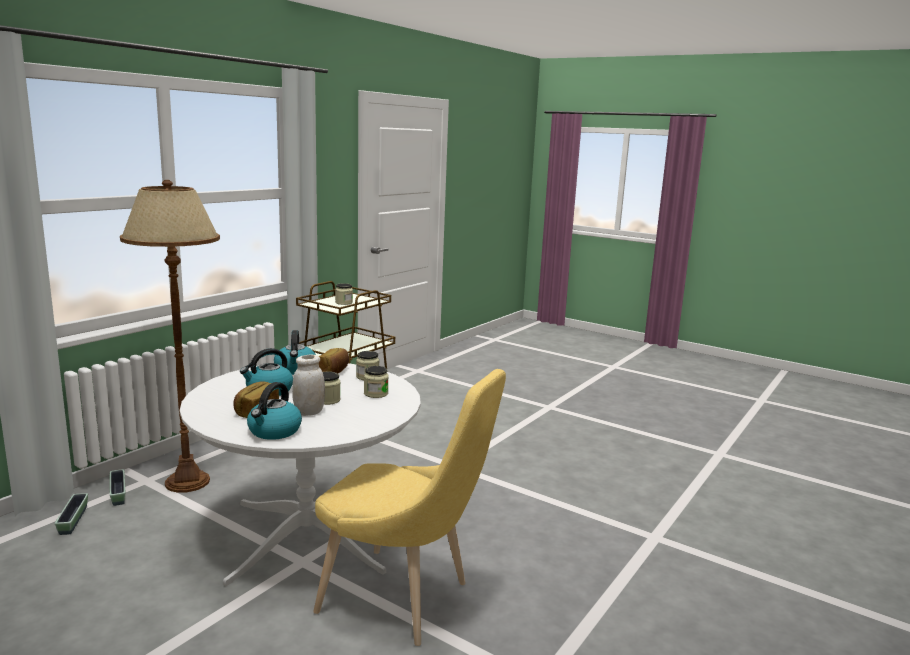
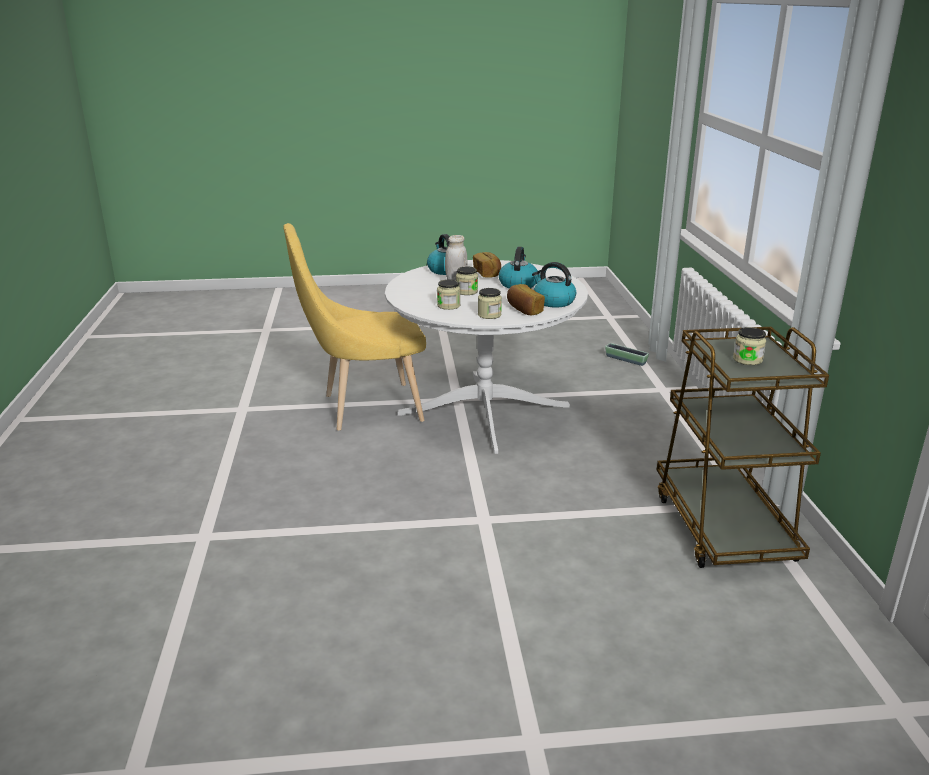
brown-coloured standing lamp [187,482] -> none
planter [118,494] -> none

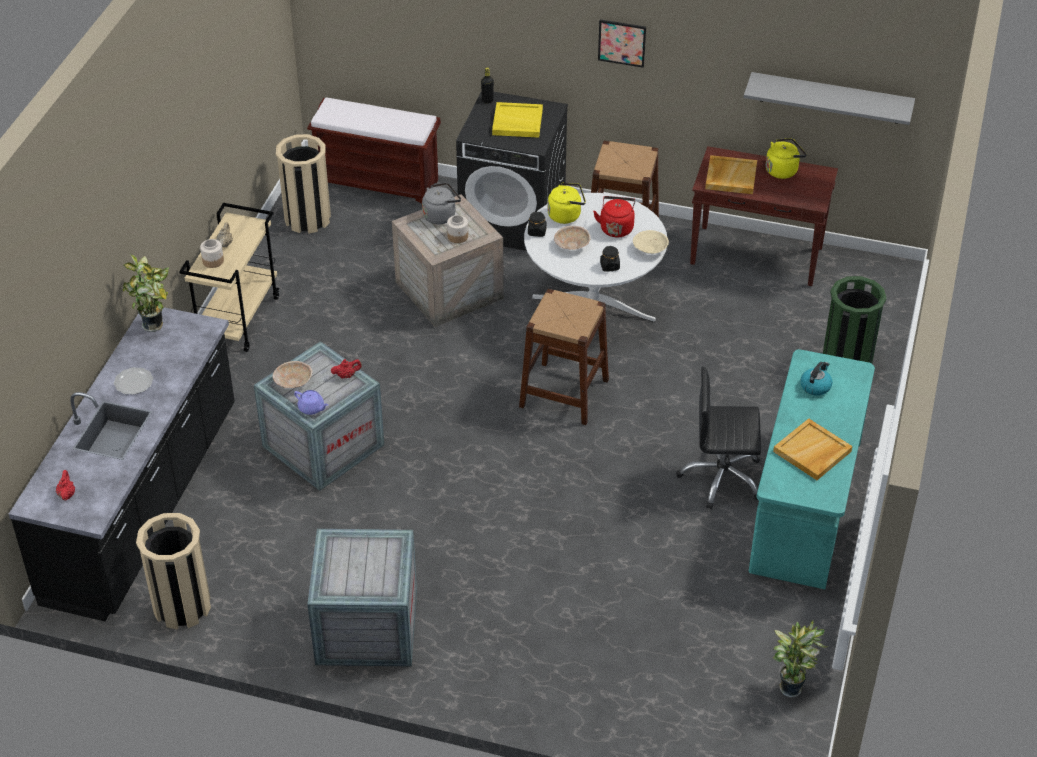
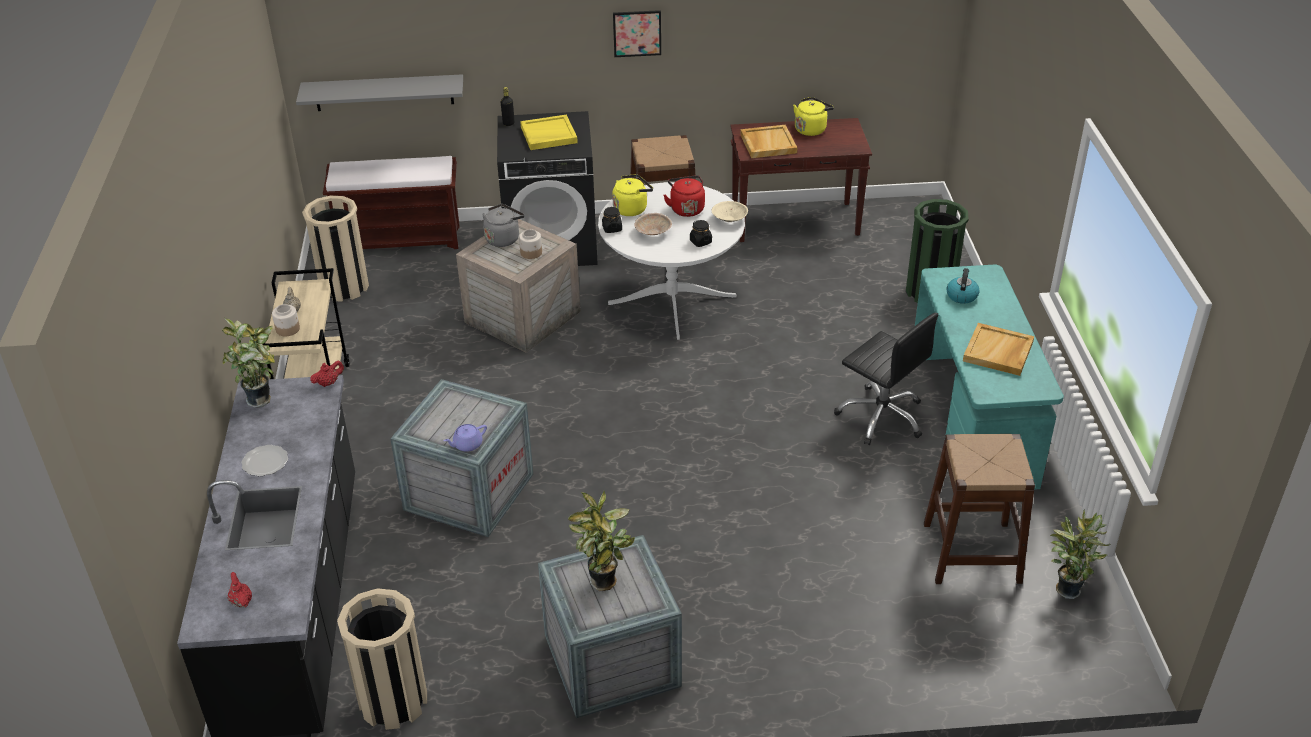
greyish bracket shelf [830,98] -> greyish bracket shelf [384,92], move
brown-coloured stool [564,393] -> brown-coloured stool [971,552], move
red teapot [346,375] -> red teapot [329,383], move
sand-coloured serving bowl [292,382] -> none
black-coloured computer chair [721,478] -> black-coloured computer chair [881,416], 120 degrees counterclockwise
purple-coloured teapot [312,408] -> purple-coloured teapot [467,445], 135 degrees clockwise
none -> potted plant [604,584]

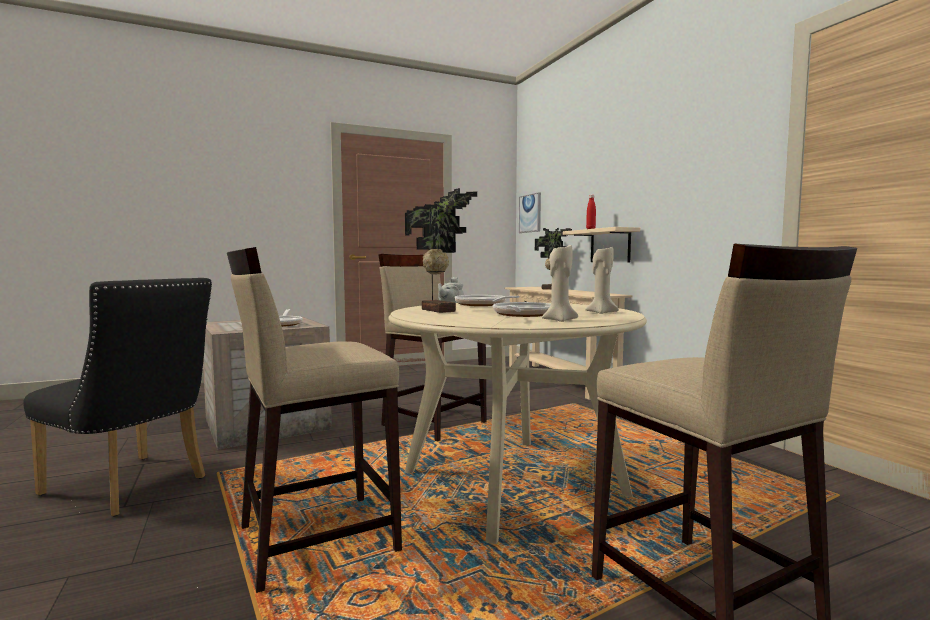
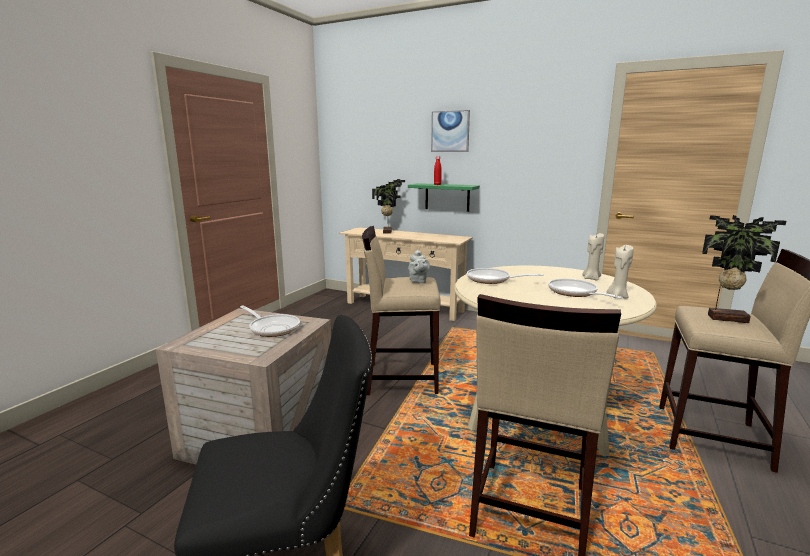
potted plant [440,310] -> potted plant [725,318], move
wall art [530,213] -> wall art [450,131], move
sand-coloured bracket shelf [610,246] -> green bracket shelf [447,197]

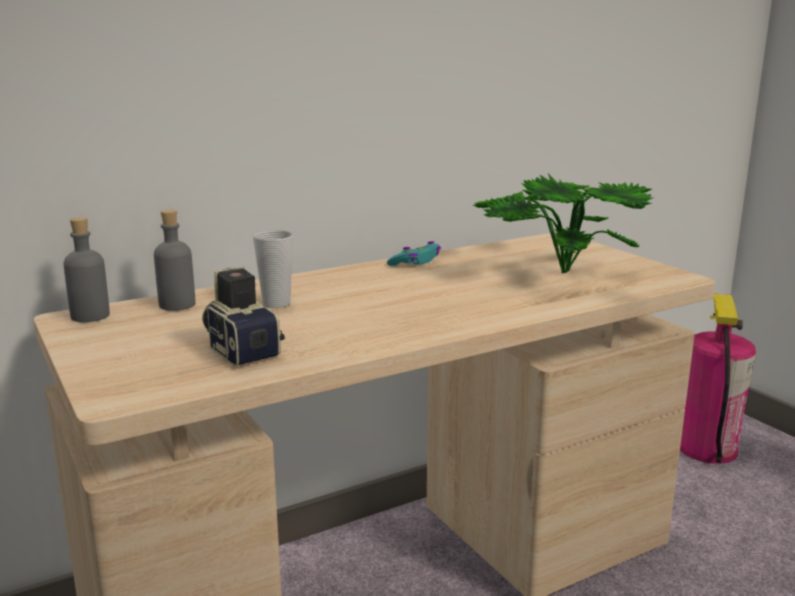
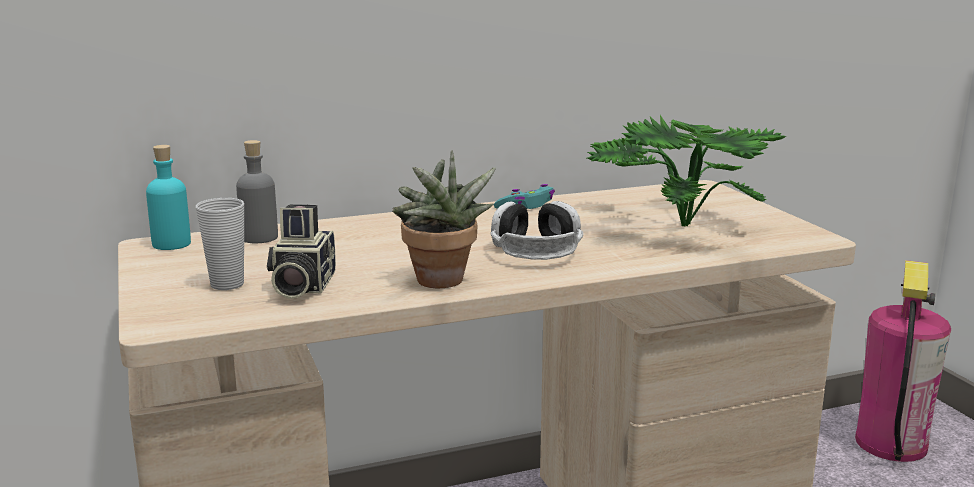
greyish bottle [90,316] -> turquoise-coloured bottle [171,244]
cup [276,303] -> cup [227,284], move
photo camera [241,349] -> photo camera [300,286], 150 degrees counterclockwise
none -> potted plant [442,283]
none -> headphones [536,252]

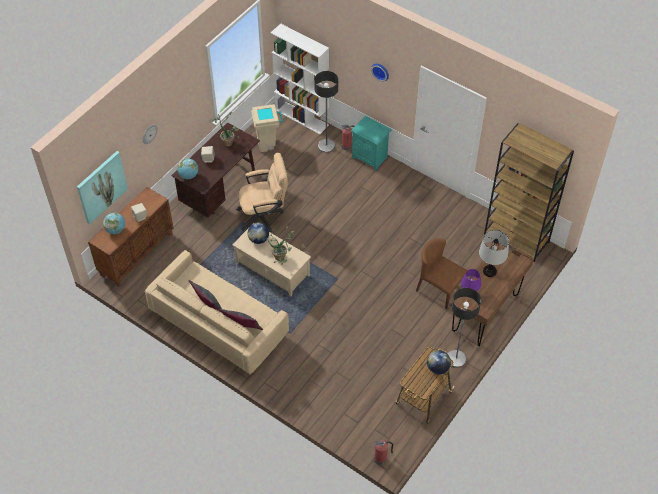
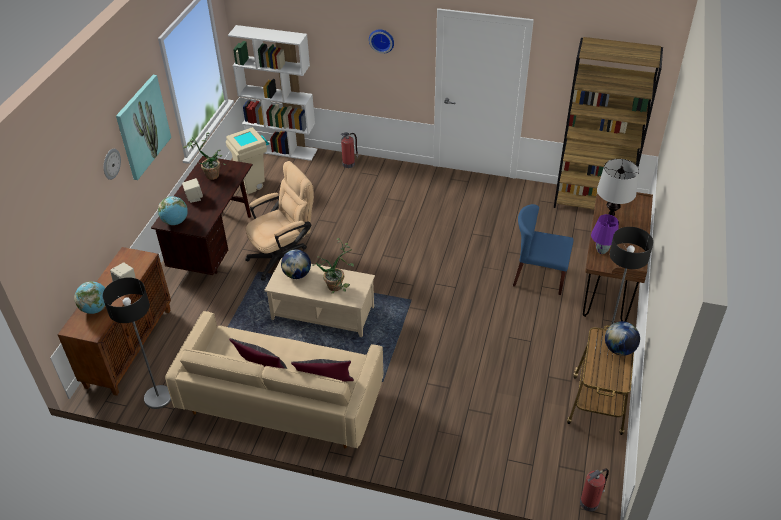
standing lamp [326,146] -> standing lamp [158,397], move
turquoise-coloured night table [370,157] -> none
wall art [101,186] -> wall art [142,127], move
brown-coloured chair [439,289] -> blue-coloured chair [539,276]

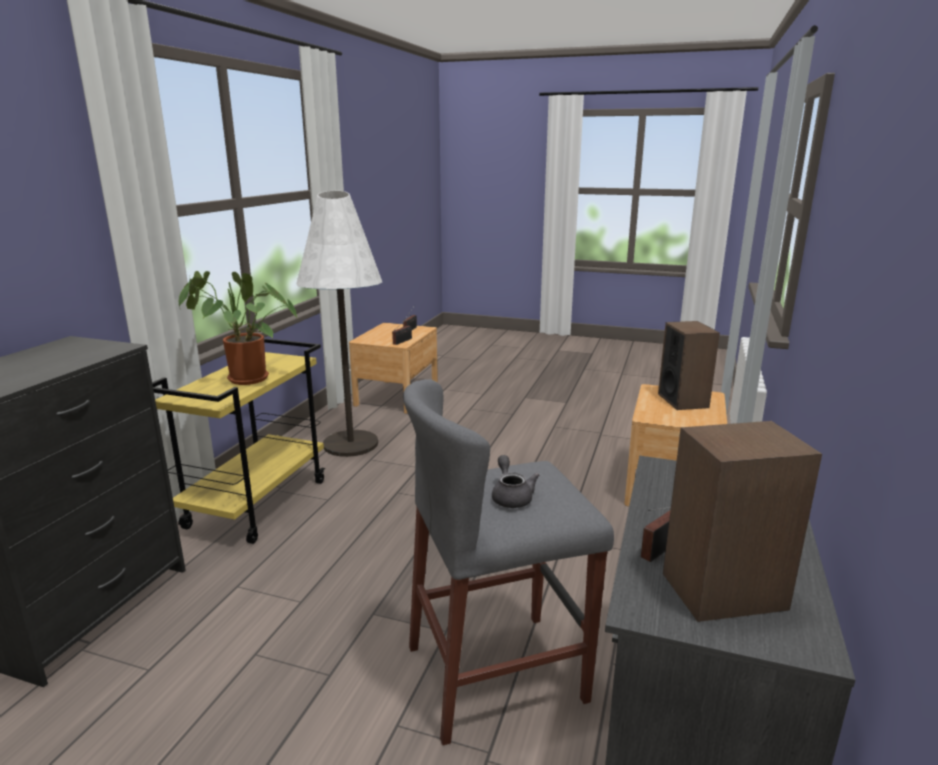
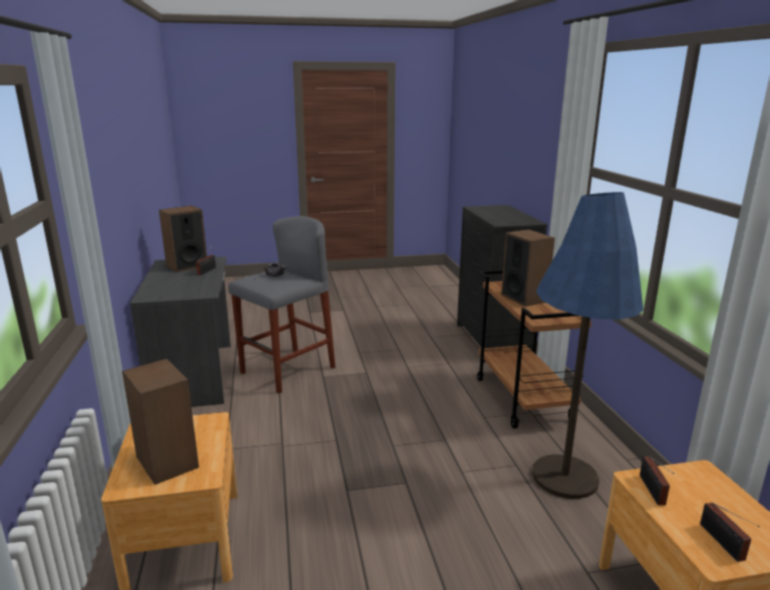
whitish standing lamp [350,444] -> blue-coloured standing lamp [565,477]
potted plant [243,380] -> speaker [524,298]
yellowish wheeled cart [257,503] -> brown-coloured wheeled cart [524,400]

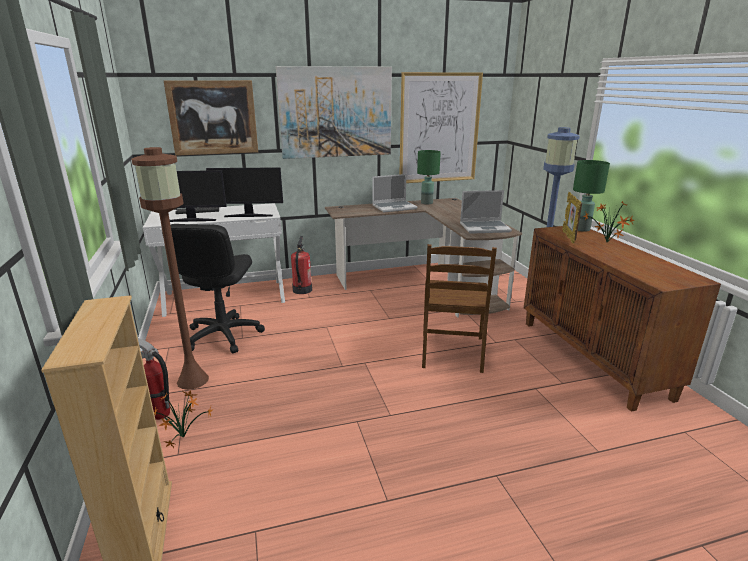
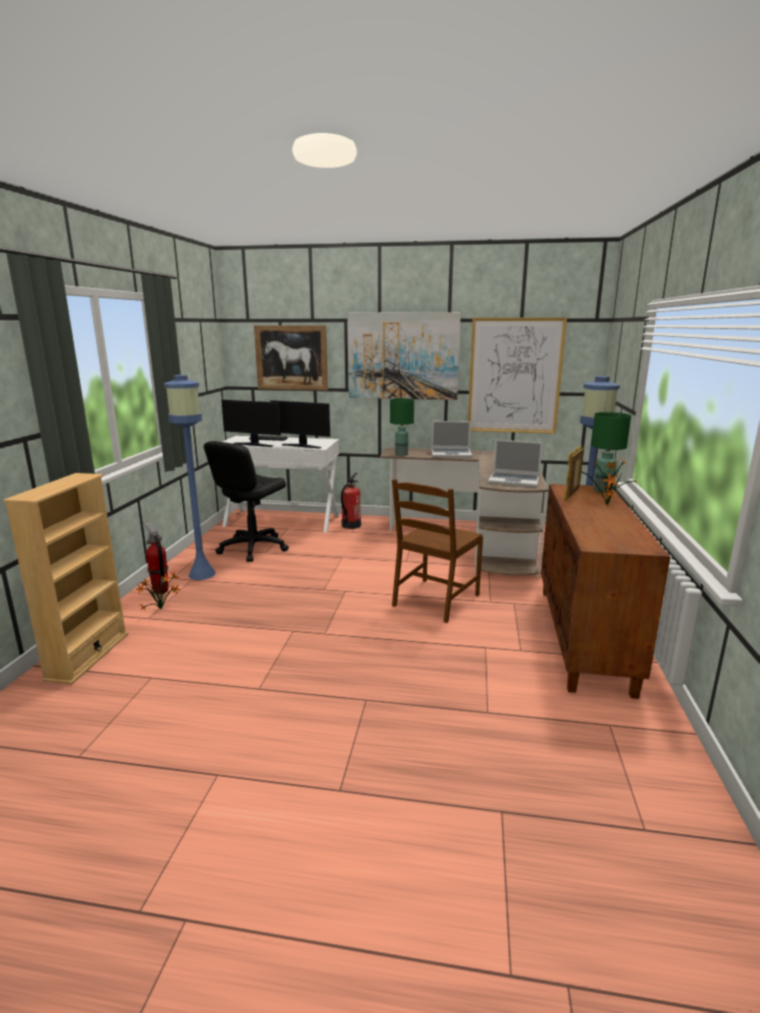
brown-coloured standing lamp [192,380] -> blue-coloured standing lamp [201,574]
green tabletop lamp [426,203] -> green tabletop lamp [401,454], move

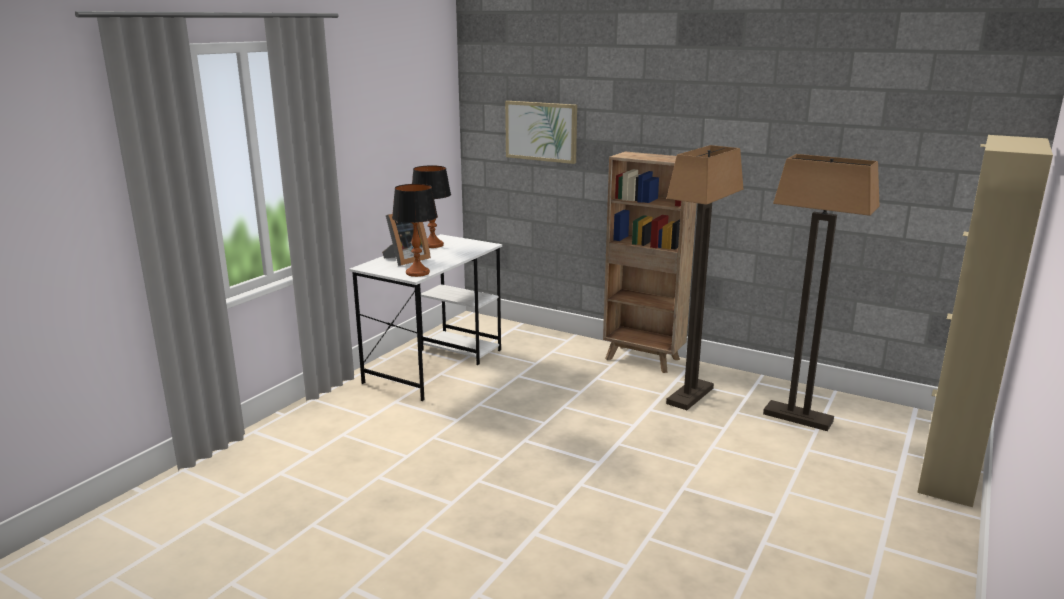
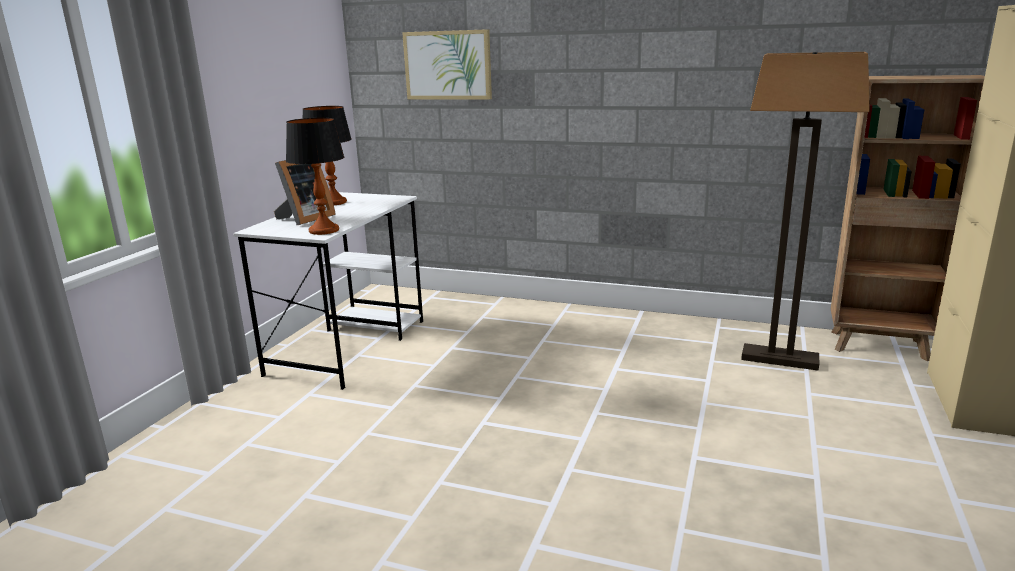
standing lamp [690,395] -> none
brown-coloured bookshelf [643,359] -> brown-coloured bookshelf [881,346], move

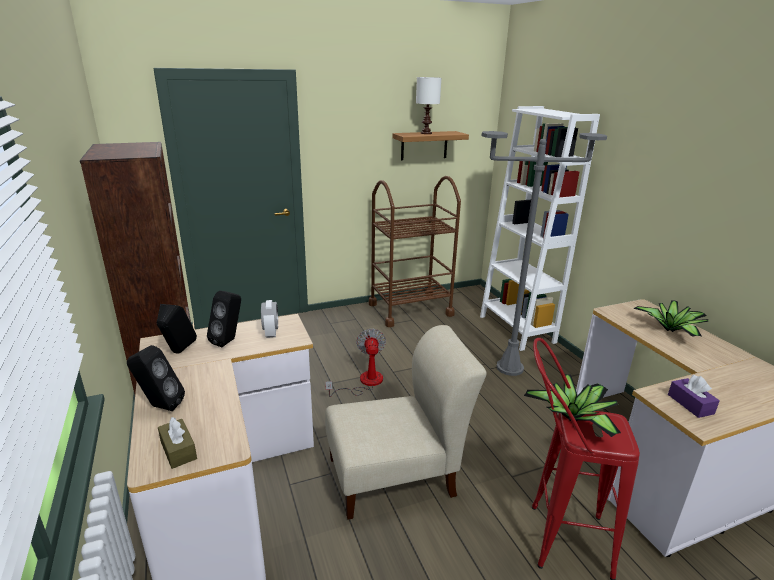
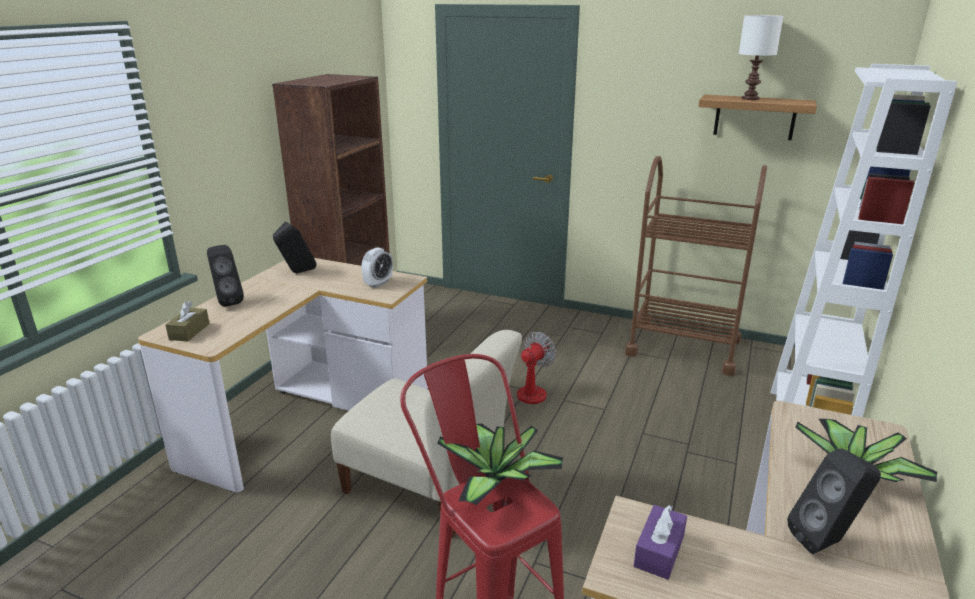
greyish standing lamp [509,368] -> none
black-coloured speaker [229,341] -> black-coloured speaker [826,541], move

